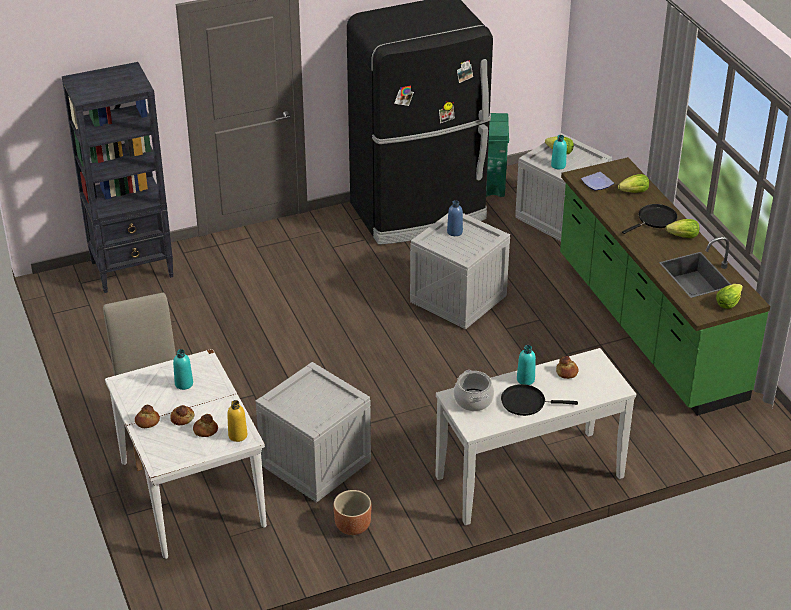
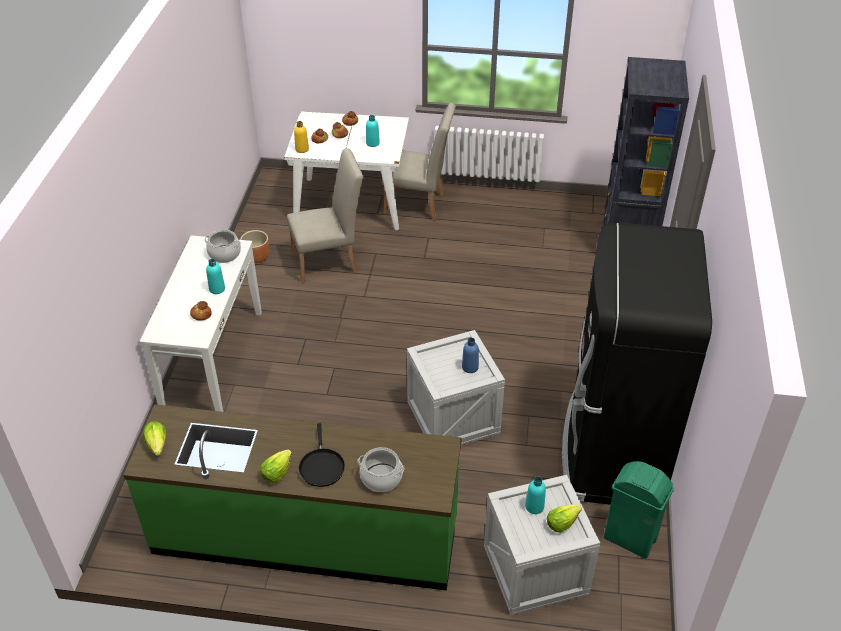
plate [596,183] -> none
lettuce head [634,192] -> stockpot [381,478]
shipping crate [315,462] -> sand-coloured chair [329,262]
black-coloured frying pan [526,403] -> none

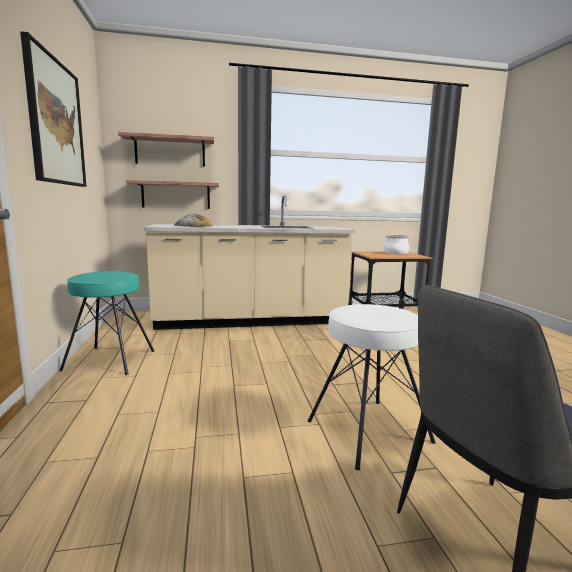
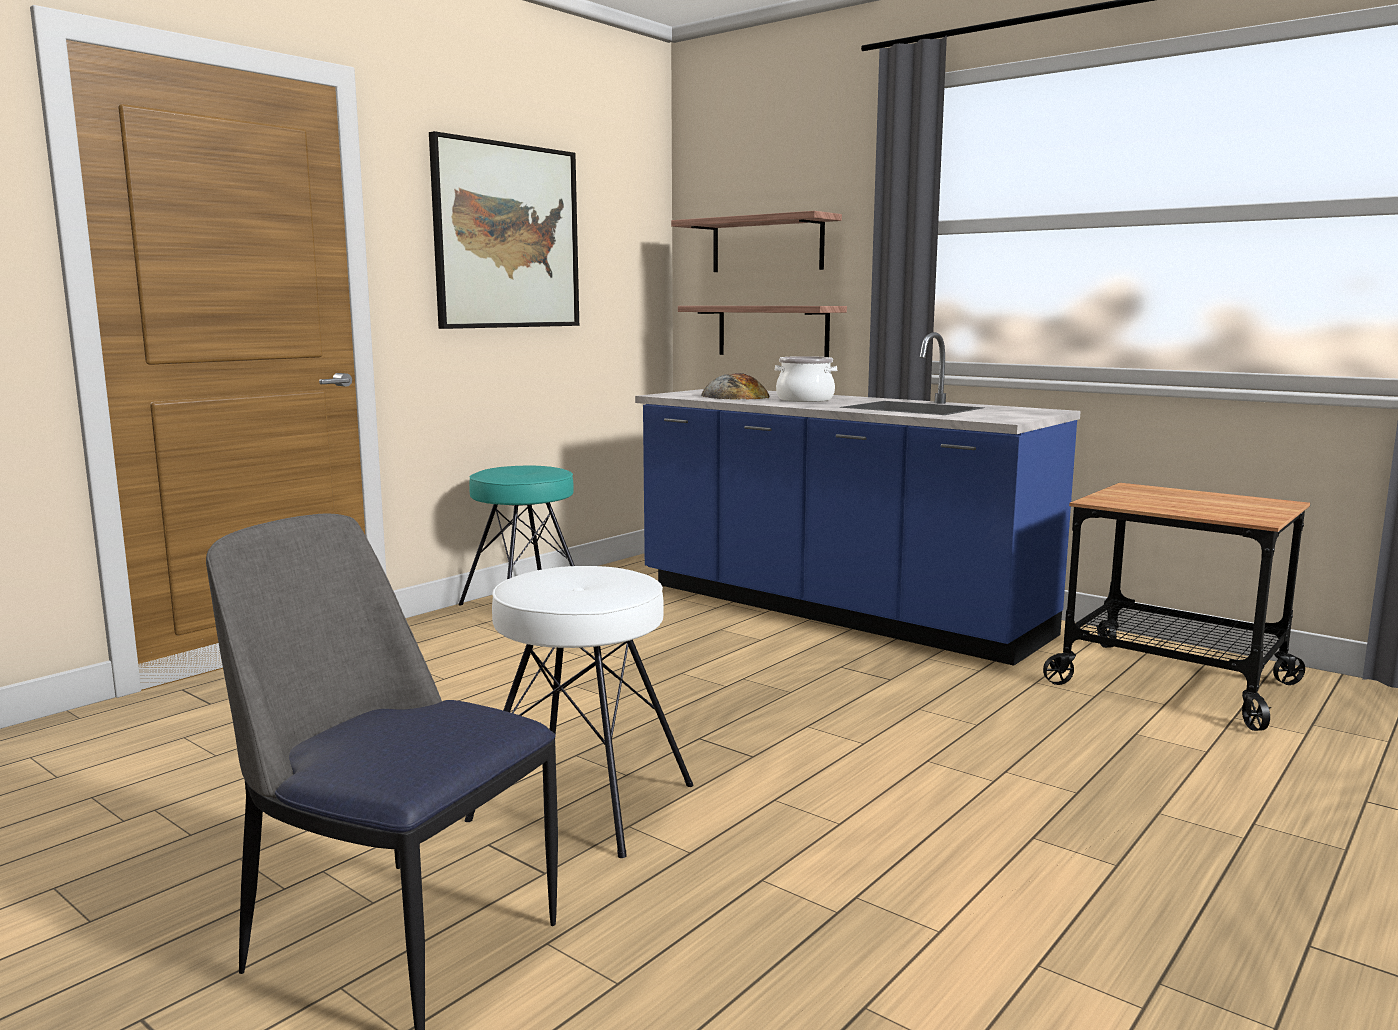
sand-coloured counter [250,321] -> blue-coloured counter [835,611]
stockpot [396,253] -> stockpot [805,400], move

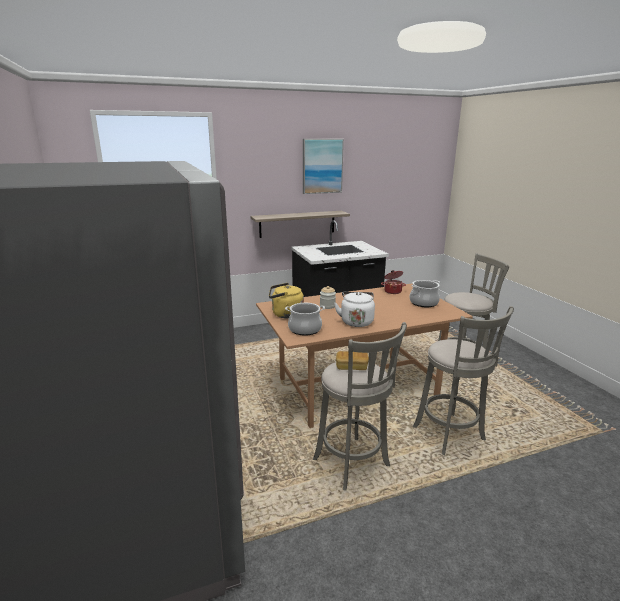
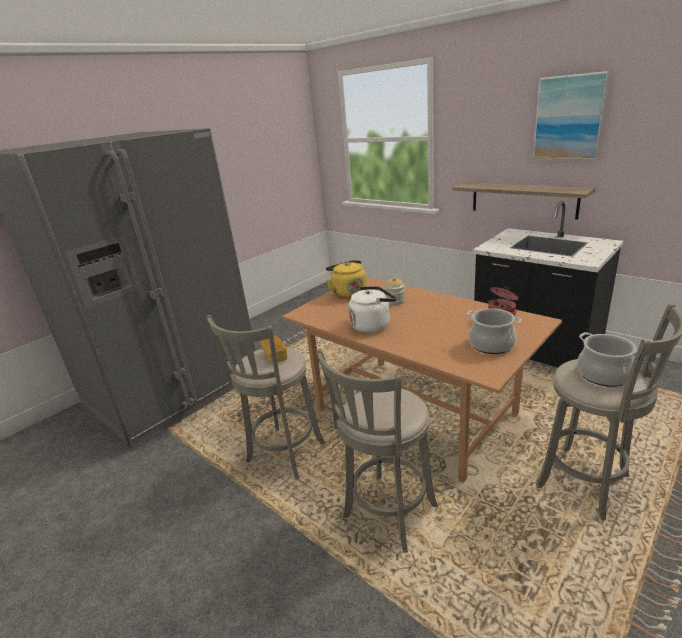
stockpot [305,329] -> stockpot [604,375], move

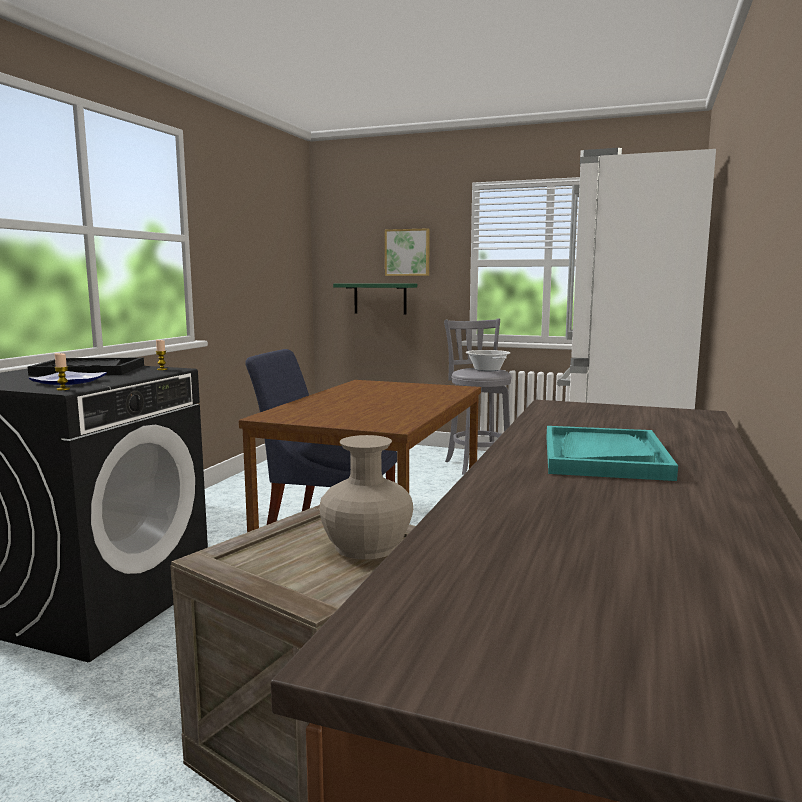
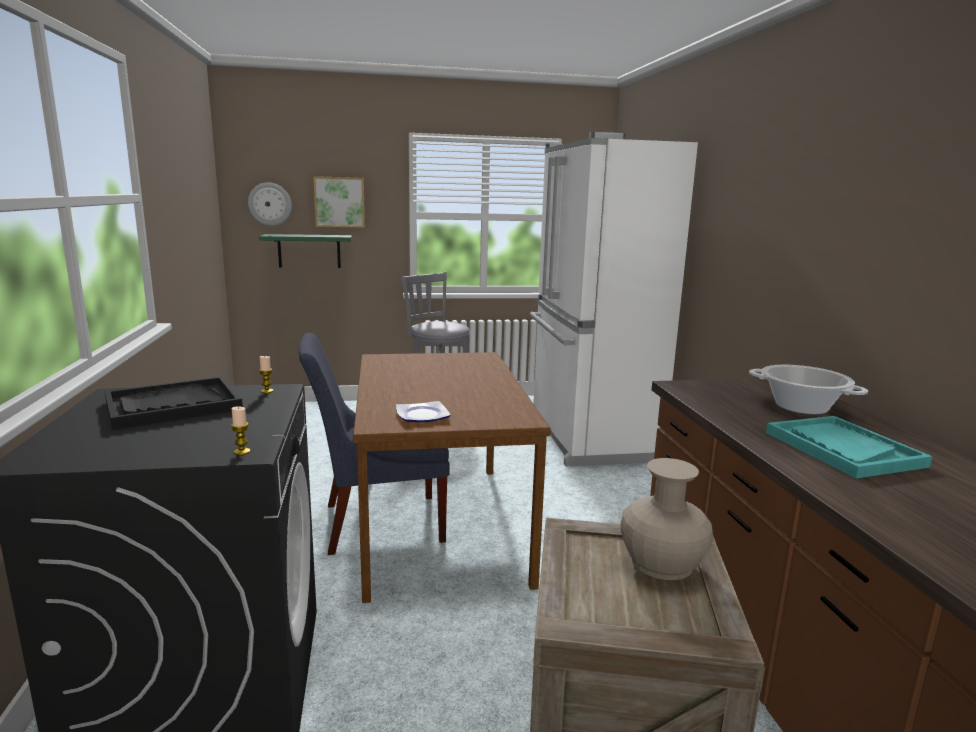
stockpot [487,369] -> stockpot [801,407], move
plate [69,381] -> plate [421,415], move
none -> clock on the wall [270,204]

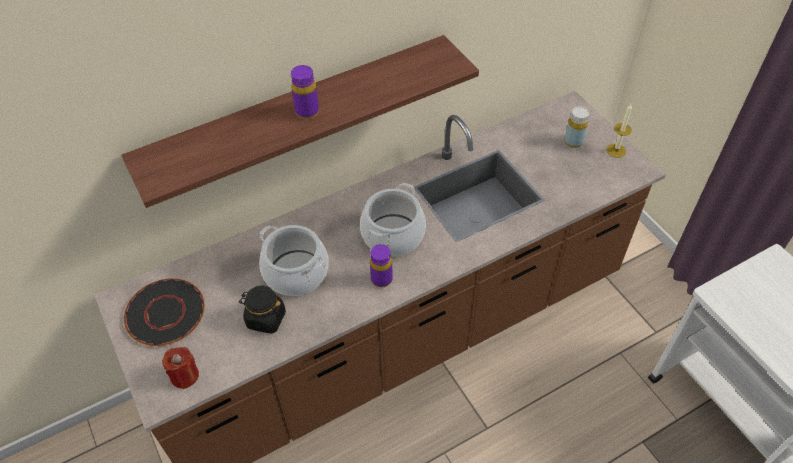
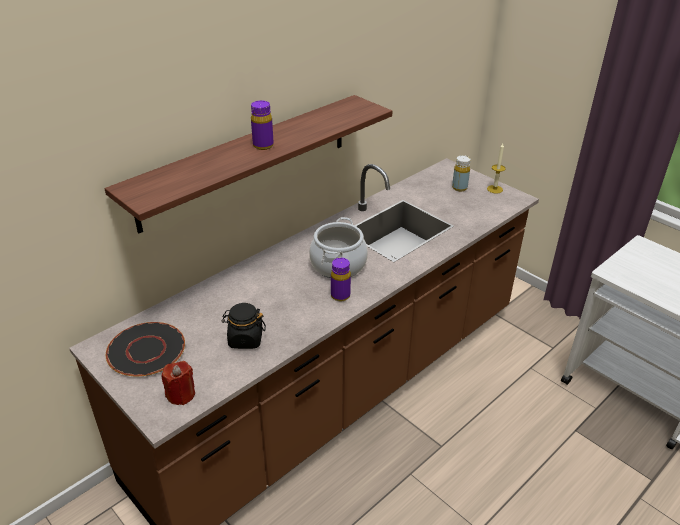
stockpot [296,273] -> none

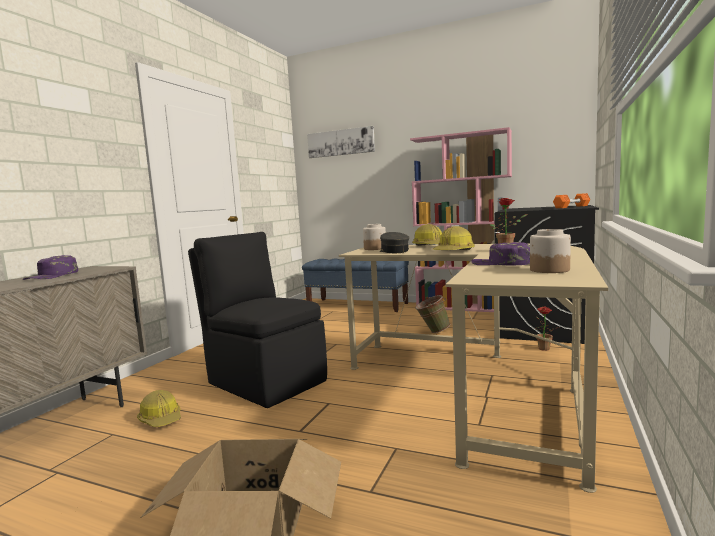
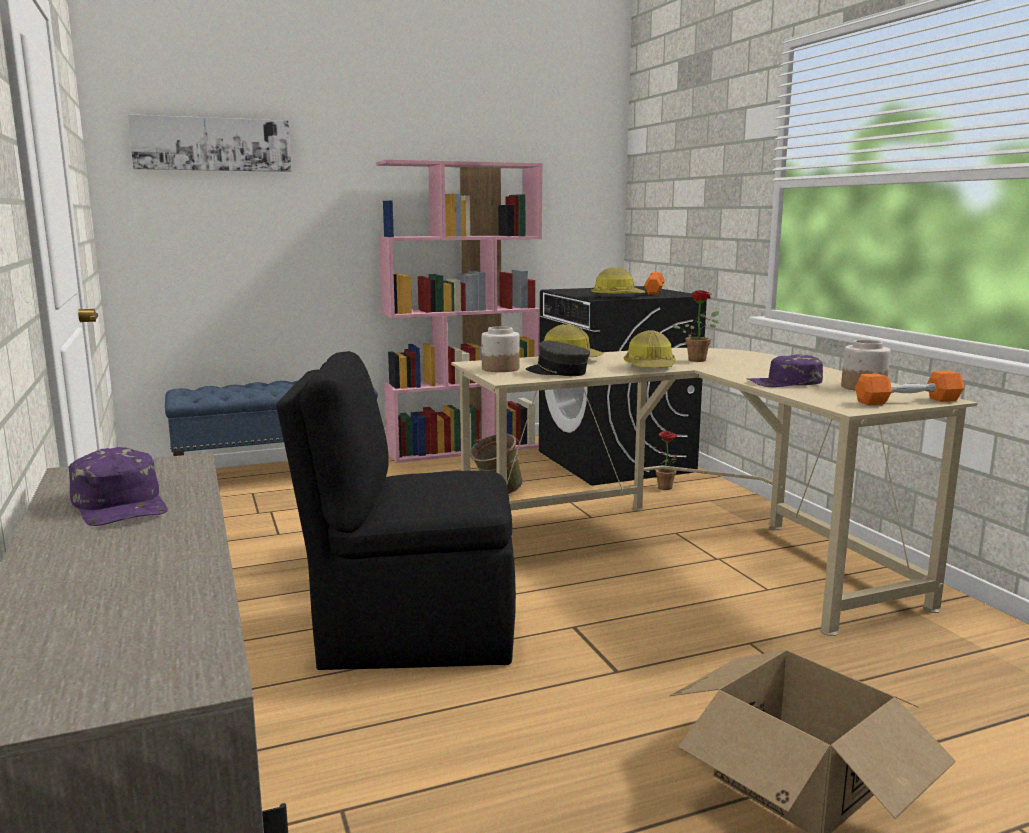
work helmet [161,419] -> work helmet [617,297], move
none -> orangey hand weight [908,401]

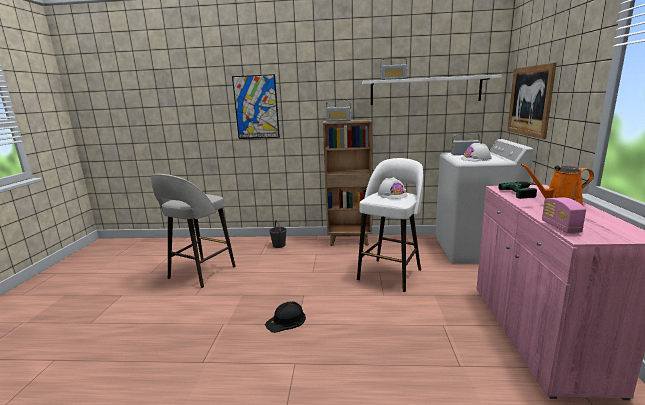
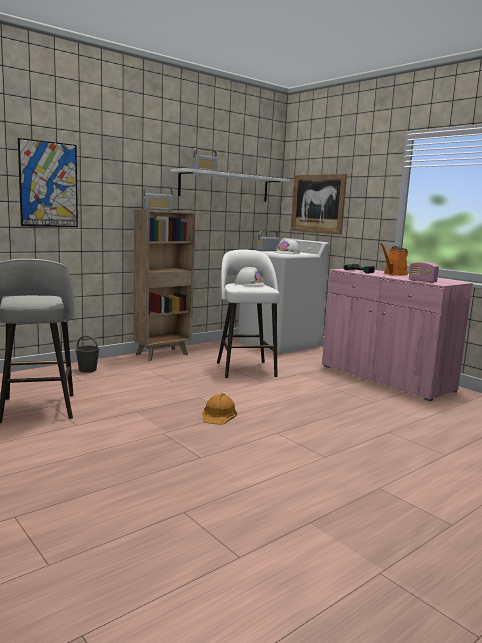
black-coloured work helmet [286,320] -> orangey work helmet [219,415]

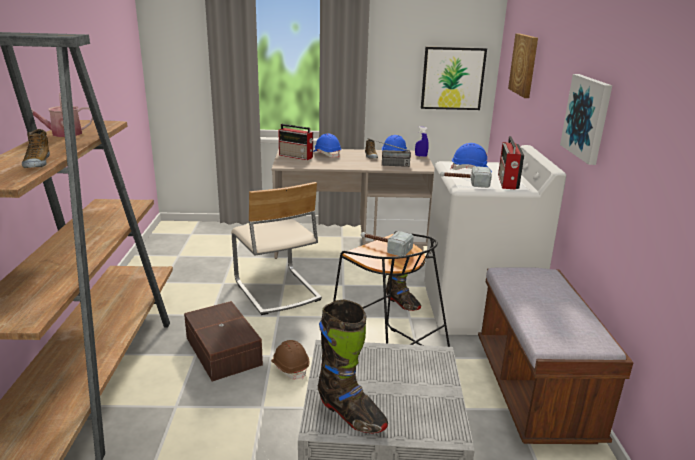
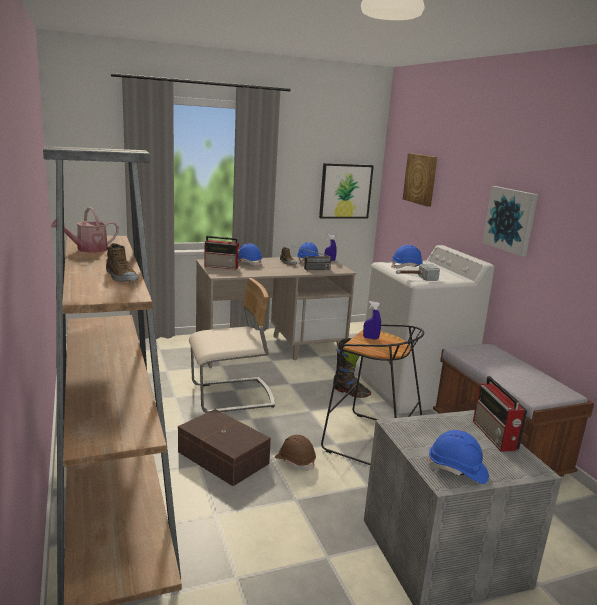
radio [507,182] -> radio [495,436], move
sand-coloured chair [276,290] -> sand-coloured chair [232,396], 60 degrees counterclockwise
hand hammer [384,247] -> blue-coloured spray bottle [370,338]
black-coloured boot [350,414] -> blue-coloured work helmet [457,470]

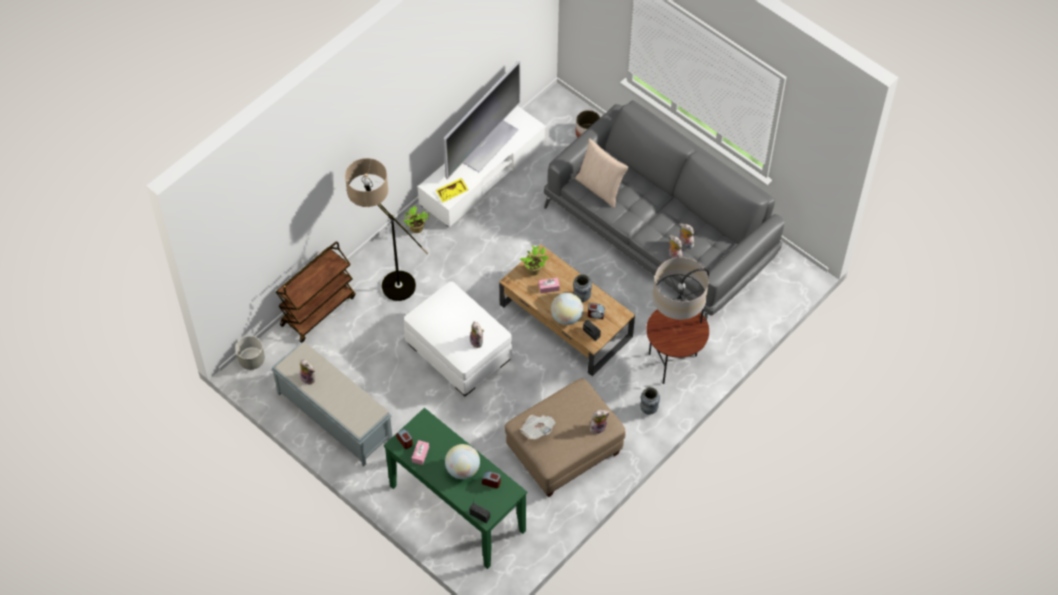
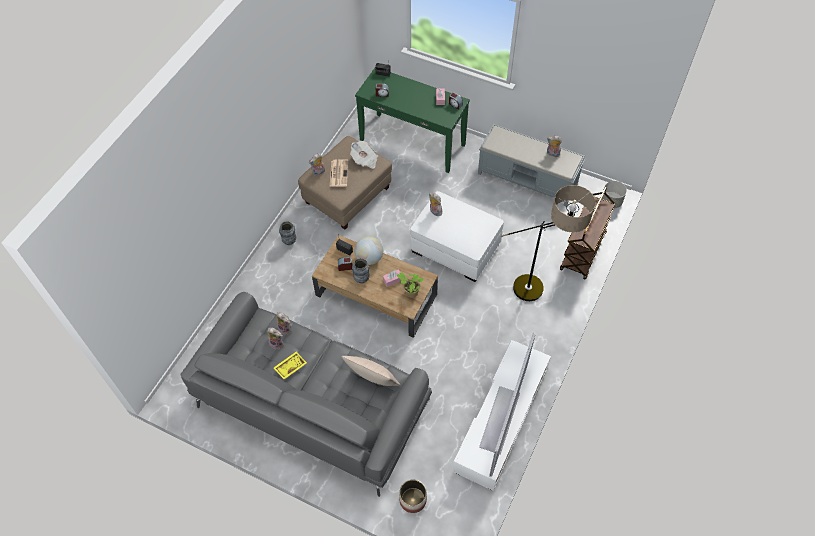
yellowish tray [452,193] -> yellowish tray [290,366], move
potted plant [416,229] -> none
standing lamp [673,363] -> none
world globe [463,469] -> none
none -> printed paper [338,173]

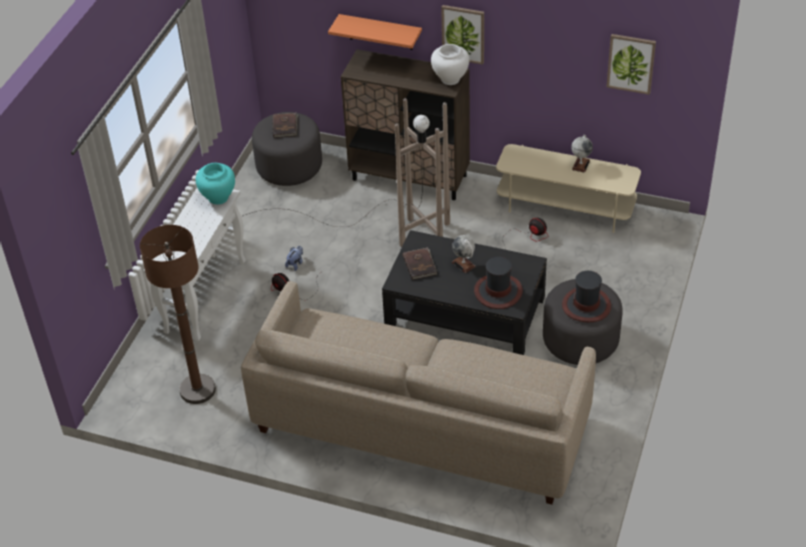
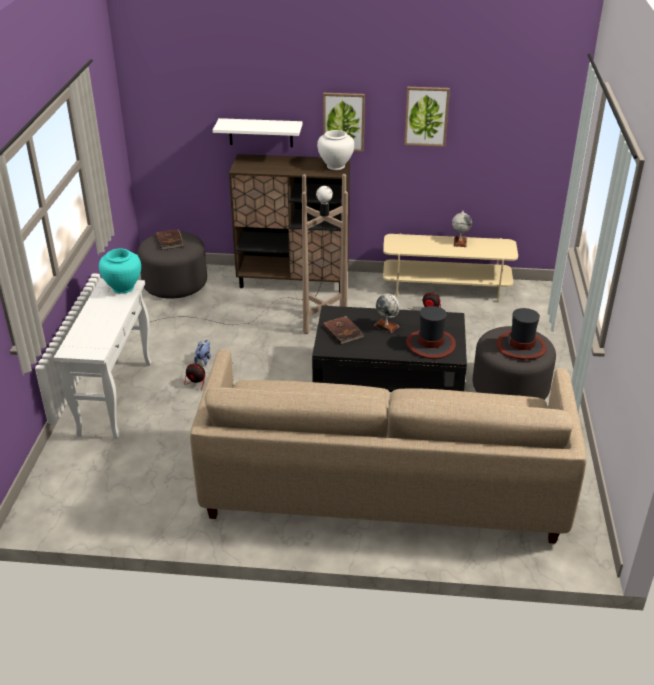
orangey bracket shelf [380,32] -> whitish bracket shelf [260,132]
wall art [631,63] -> wall art [426,116], move
brown-coloured standing lamp [197,390] -> none

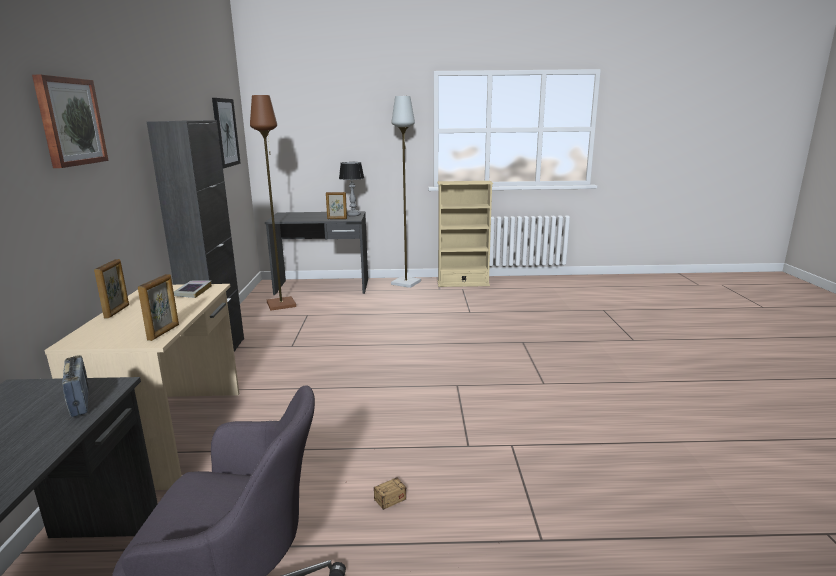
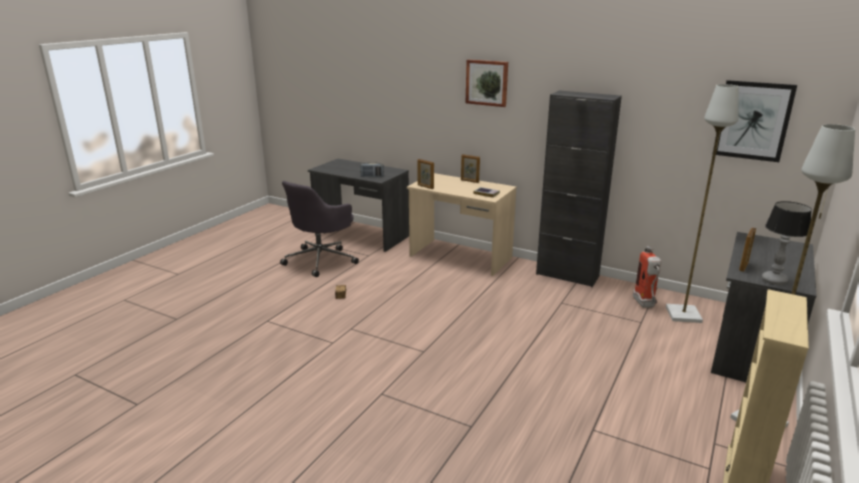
brown-coloured standing lamp [281,304] -> greyish standing lamp [684,315]
none -> extinguisher [645,305]

